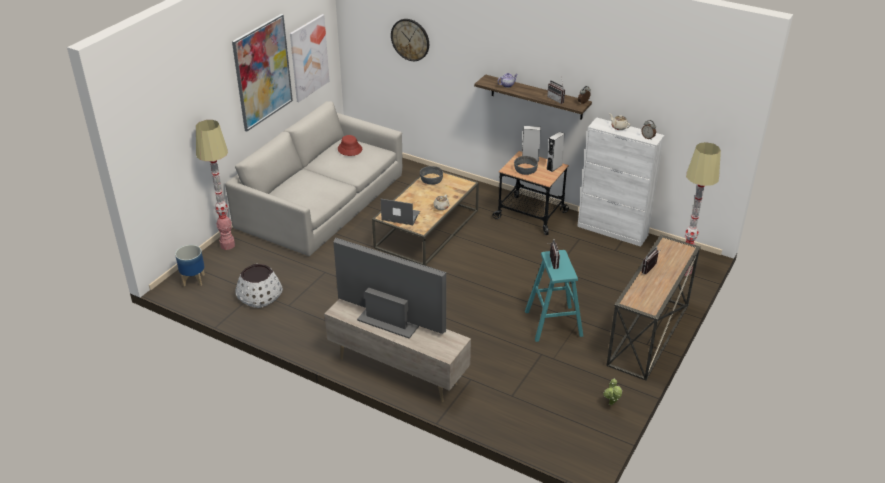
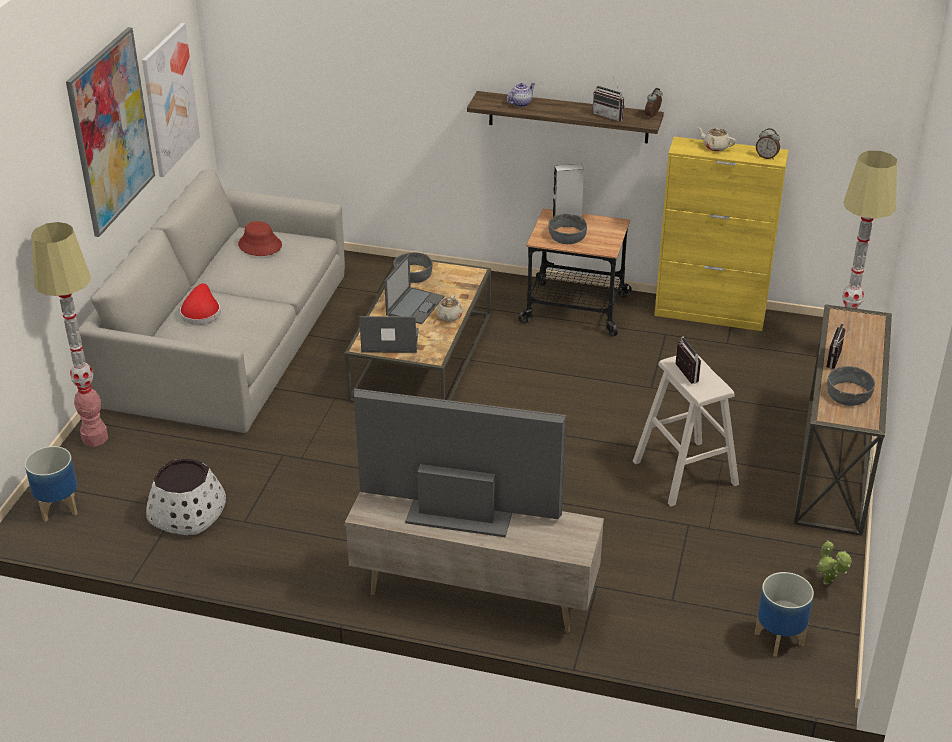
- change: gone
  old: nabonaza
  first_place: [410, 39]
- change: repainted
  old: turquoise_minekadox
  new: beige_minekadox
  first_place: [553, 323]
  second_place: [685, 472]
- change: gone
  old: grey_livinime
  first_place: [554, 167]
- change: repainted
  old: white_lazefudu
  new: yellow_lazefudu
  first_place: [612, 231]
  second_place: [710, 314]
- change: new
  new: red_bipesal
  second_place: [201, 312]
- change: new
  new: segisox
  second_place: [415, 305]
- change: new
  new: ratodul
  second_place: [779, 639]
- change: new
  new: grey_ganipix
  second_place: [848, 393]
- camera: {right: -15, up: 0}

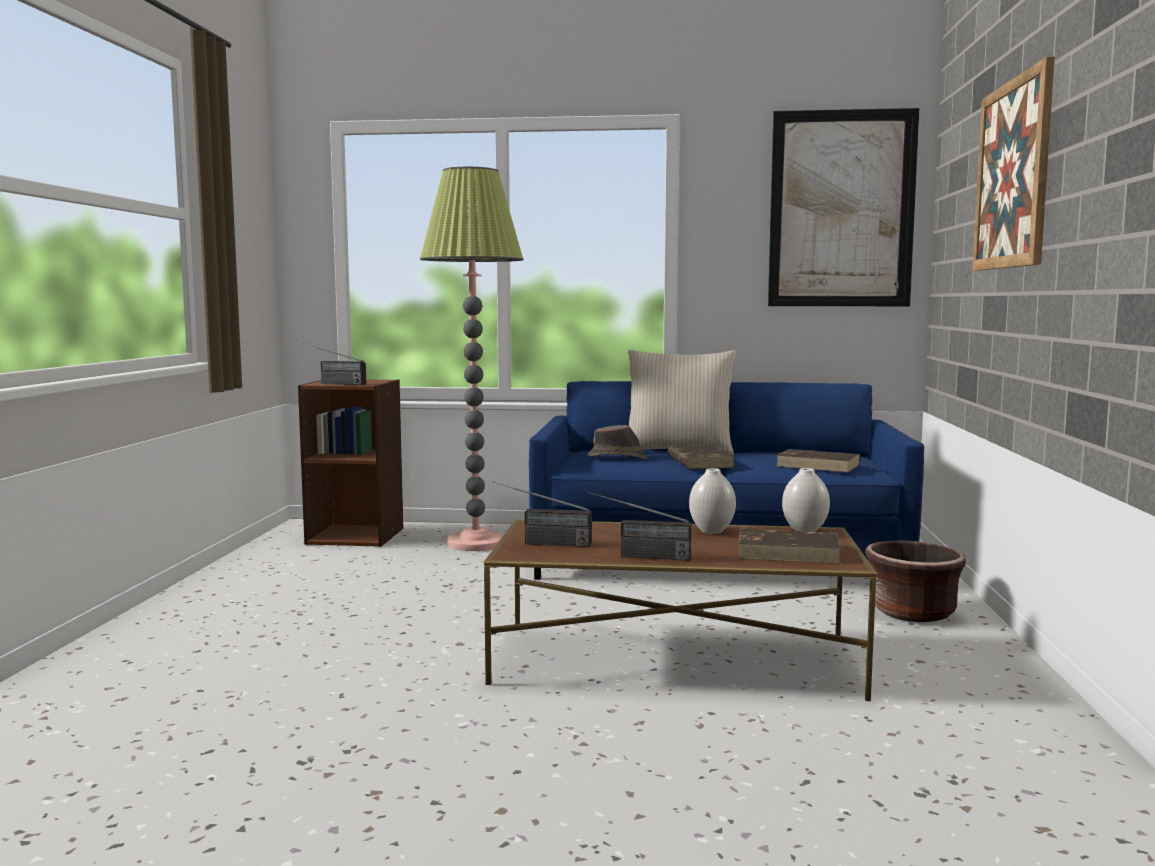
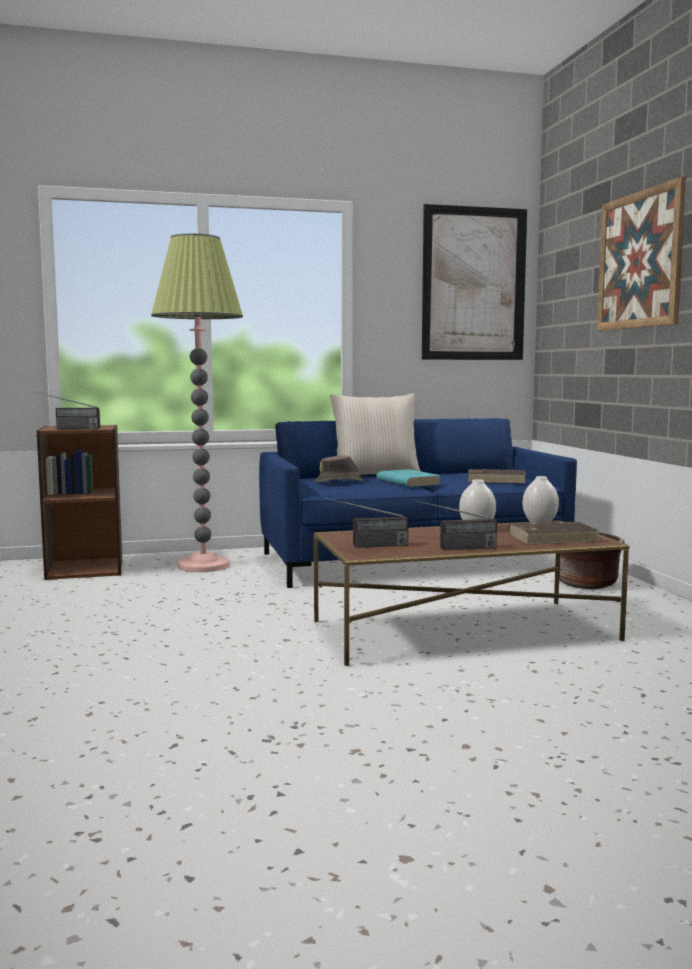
- change: repainted
  old: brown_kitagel
  new: turquoise_kitagel
  first_place: [699, 462]
  second_place: [407, 482]
- camera: {right: -20, up: 0}

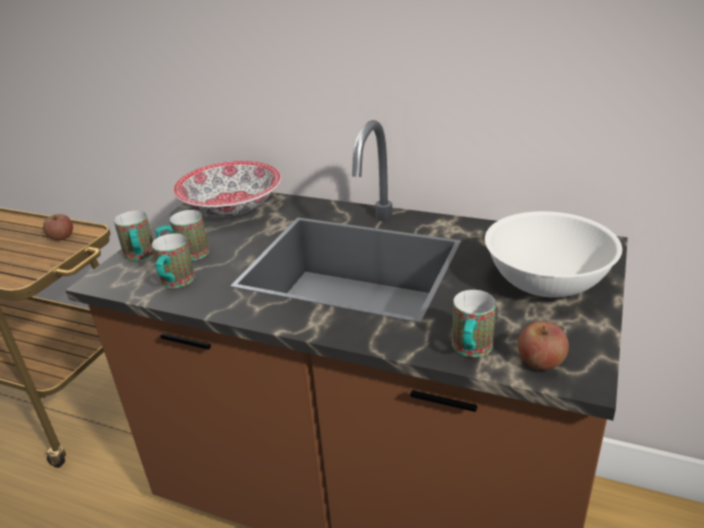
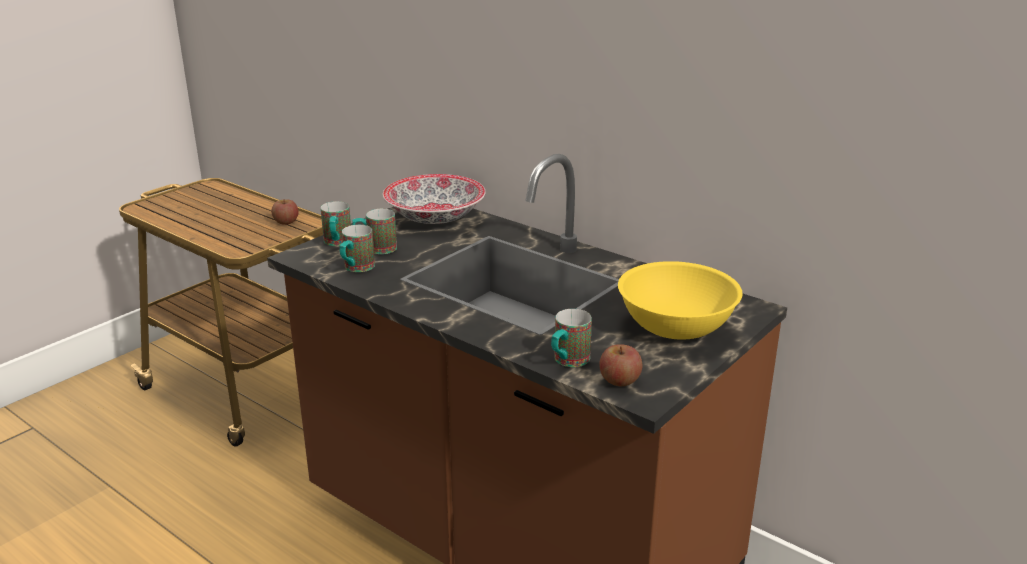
- change: repainted
  old: white_ganipix
  new: yellow_ganipix
  first_place: [546, 281]
  second_place: [676, 326]
- camera: {right: 15, up: -5}

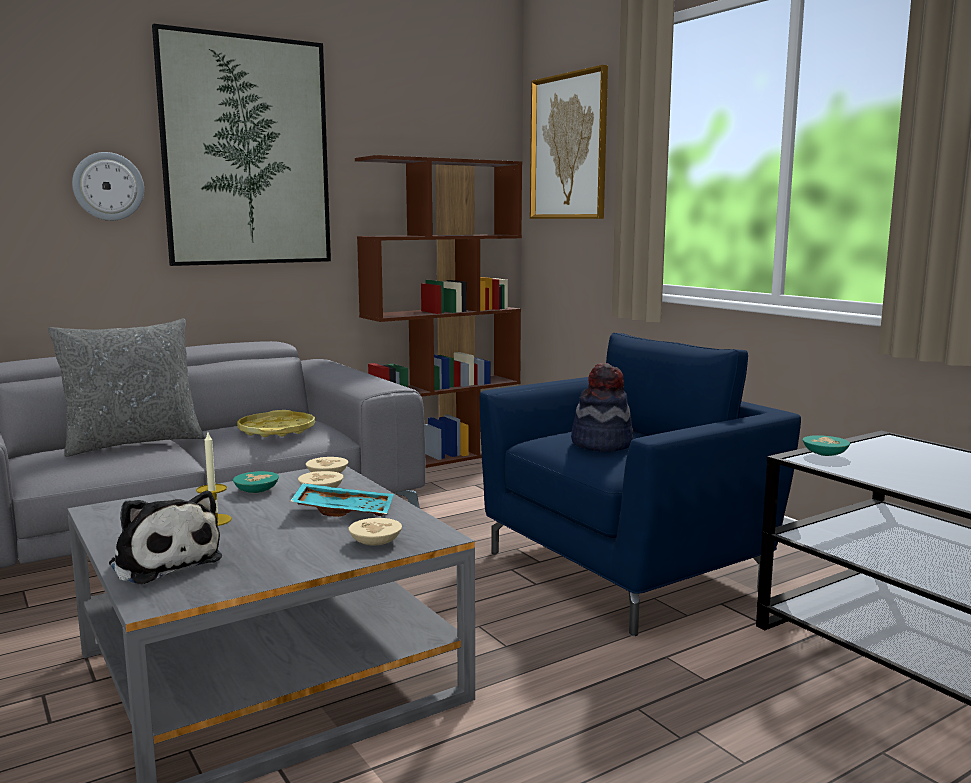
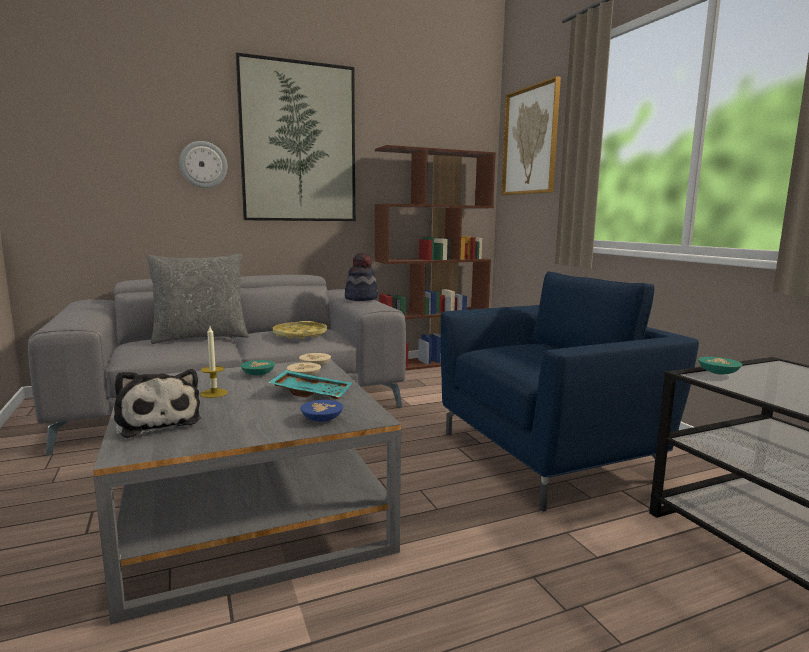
- change: repainted
  old: beige_ganipix
  new: blue_ganipix
  first_place: [375, 543]
  second_place: [321, 420]
- change: shifted
  old: bipesal
  first_place: [601, 444]
  second_place: [361, 298]
- camera: {right: 10, up: 0}

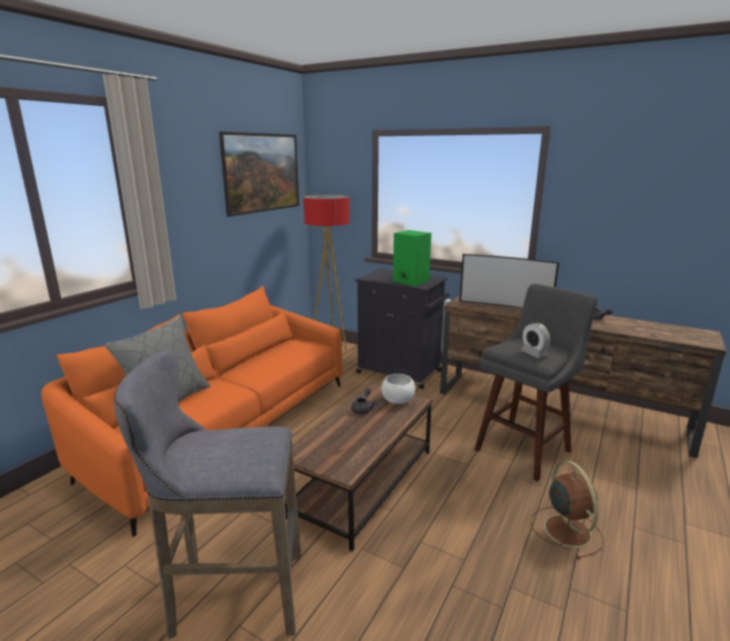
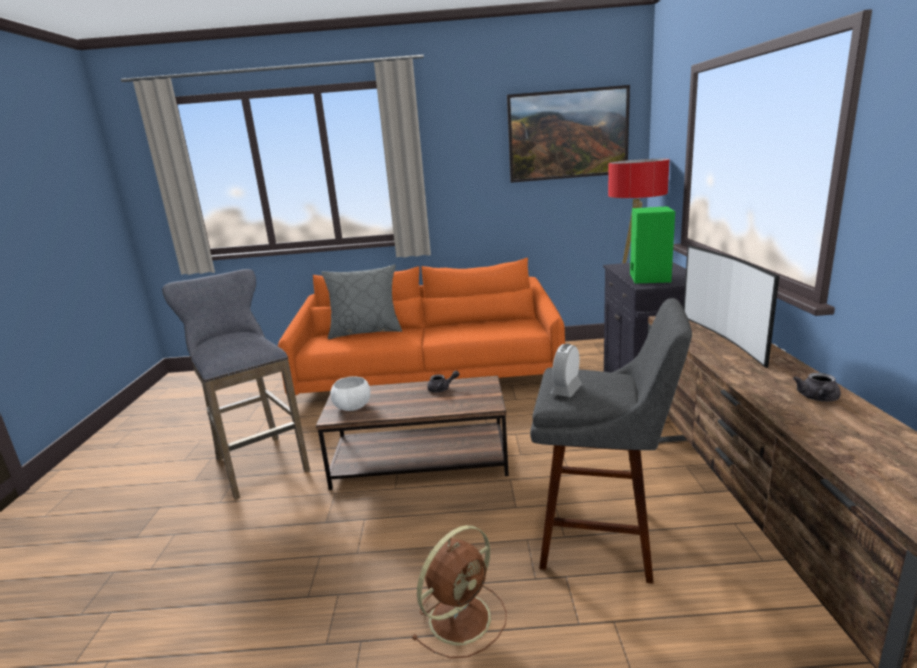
- change: shifted
  old: white_ganipix
  first_place: [397, 400]
  second_place: [352, 407]
- camera: {right: 60, up: 0}

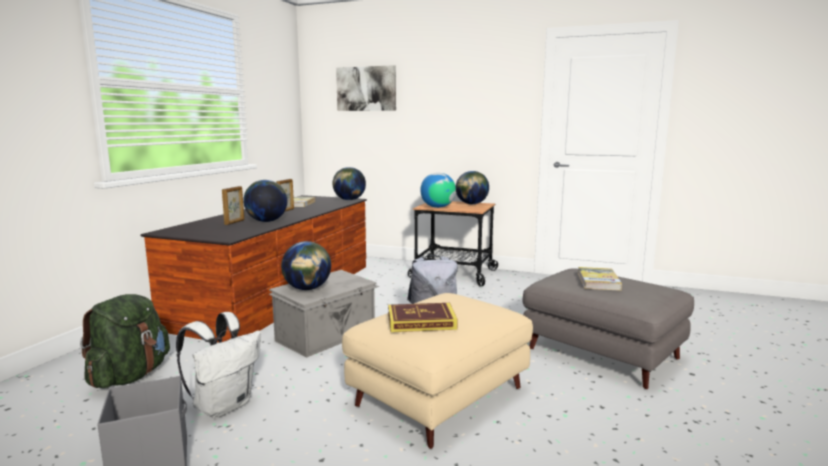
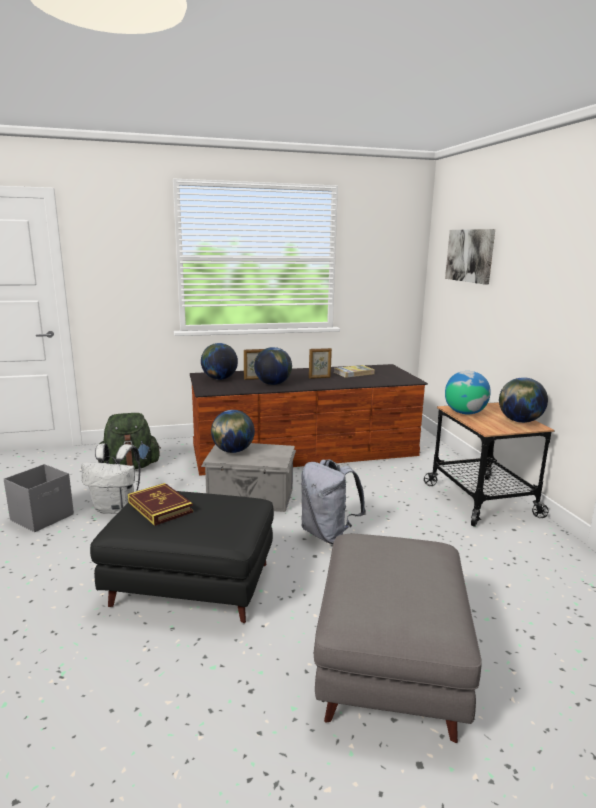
- change: shifted
  old: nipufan
  first_place: [349, 200]
  second_place: [219, 379]
- change: repainted
  old: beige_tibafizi
  new: black_tibafizi
  first_place: [439, 396]
  second_place: [192, 584]
- change: gone
  old: kitagel
  first_place: [598, 281]
- camera: {right: 55, up: 5}

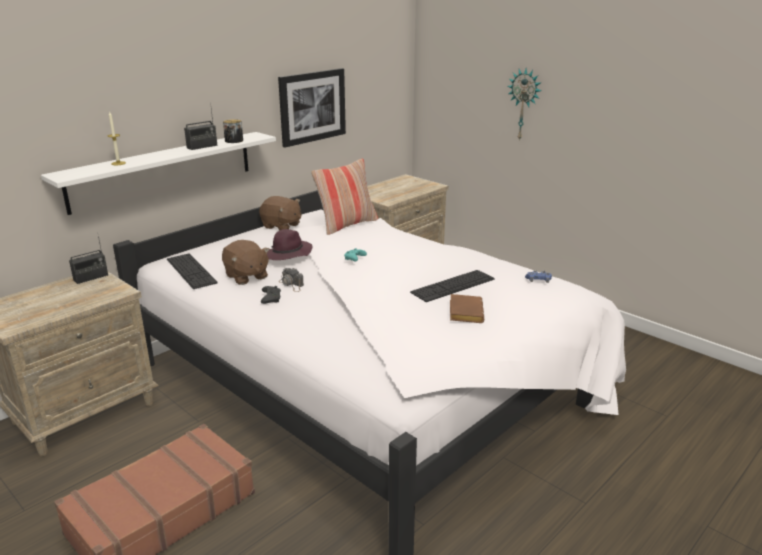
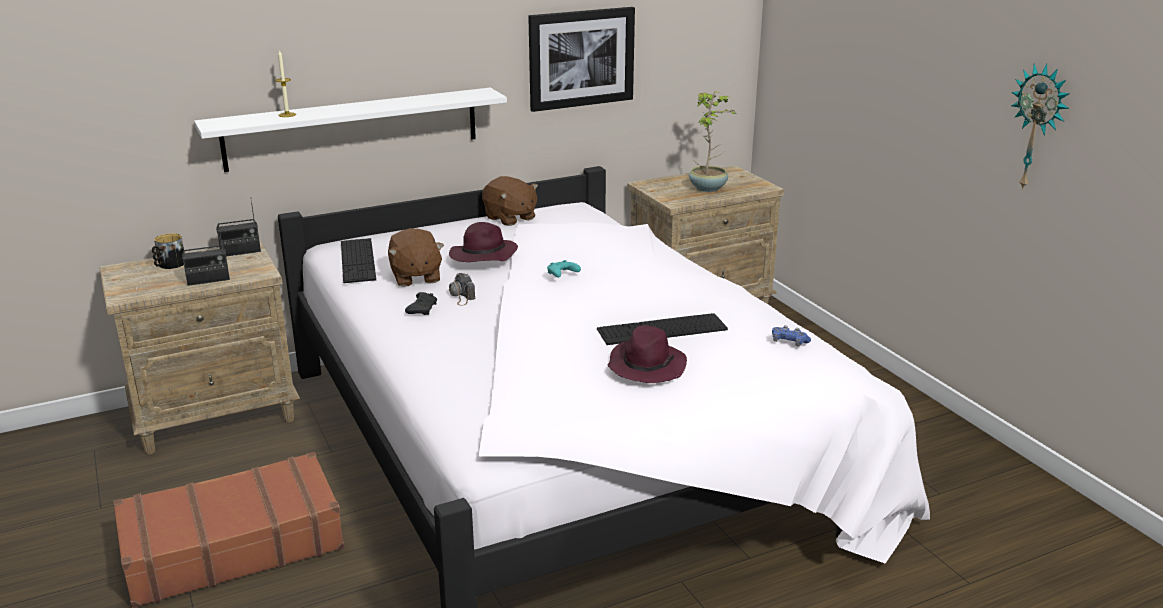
- change: shifted
  old: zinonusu
  first_place: [202, 146]
  second_place: [208, 280]
- change: shifted
  old: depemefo
  first_place: [233, 141]
  second_place: [169, 265]
- change: gone
  old: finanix
  first_place: [346, 225]
- change: swapped
  old: brown_kitagel
  new: purple_bipesal
  first_place: [464, 312]
  second_place: [646, 366]
- change: shifted
  old: nabonaza
  first_place: [524, 104]
  second_place: [1038, 127]
- change: new
  new: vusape
  second_place: [708, 188]
- camera: {right: 20, up: 0}

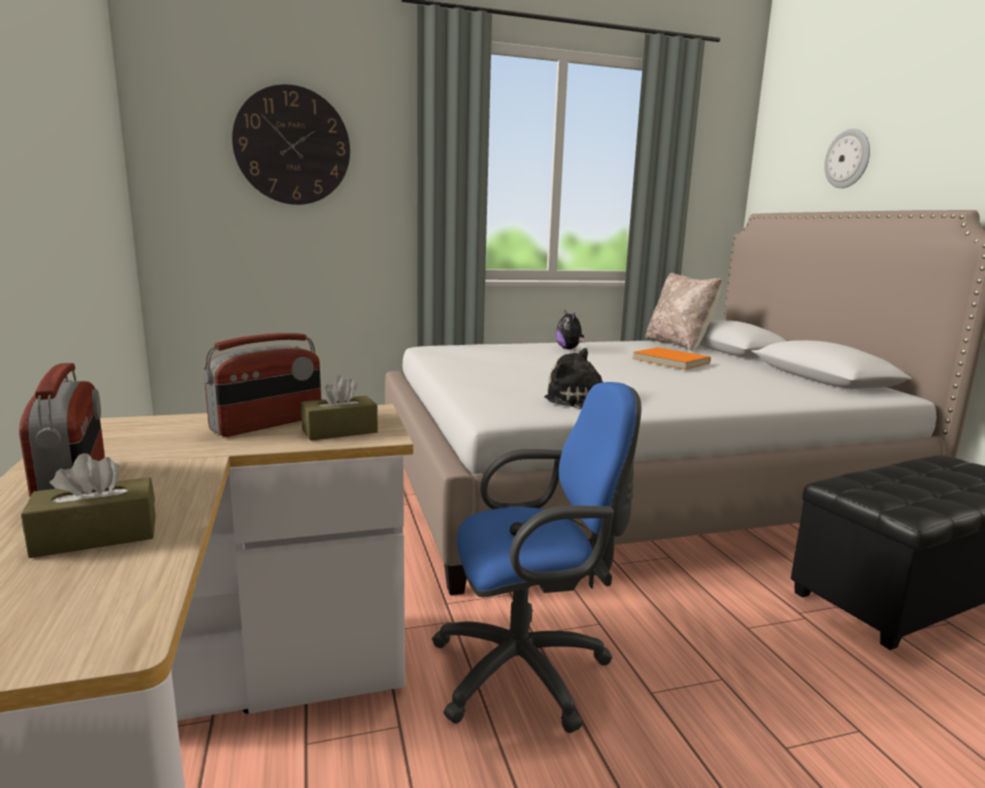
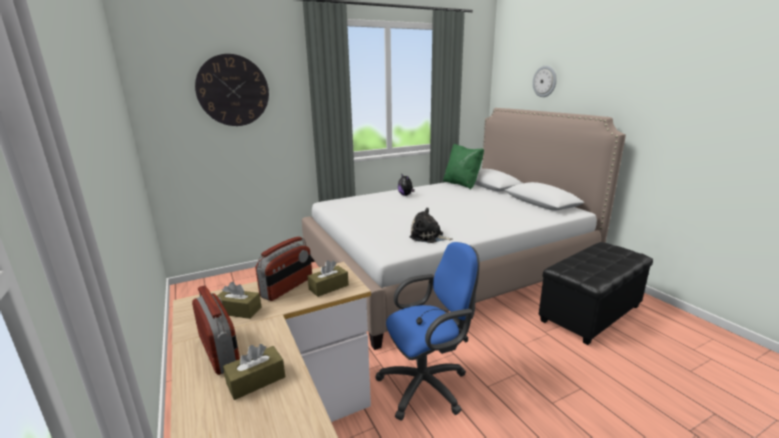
- change: gone
  old: orange_kitagel
  first_place: [670, 361]
- change: repainted
  old: beige_finanix
  new: green_finanix
  first_place: [679, 344]
  second_place: [462, 184]
- change: new
  new: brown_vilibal
  second_place: [238, 310]
- camera: {right: -10, up: 5}

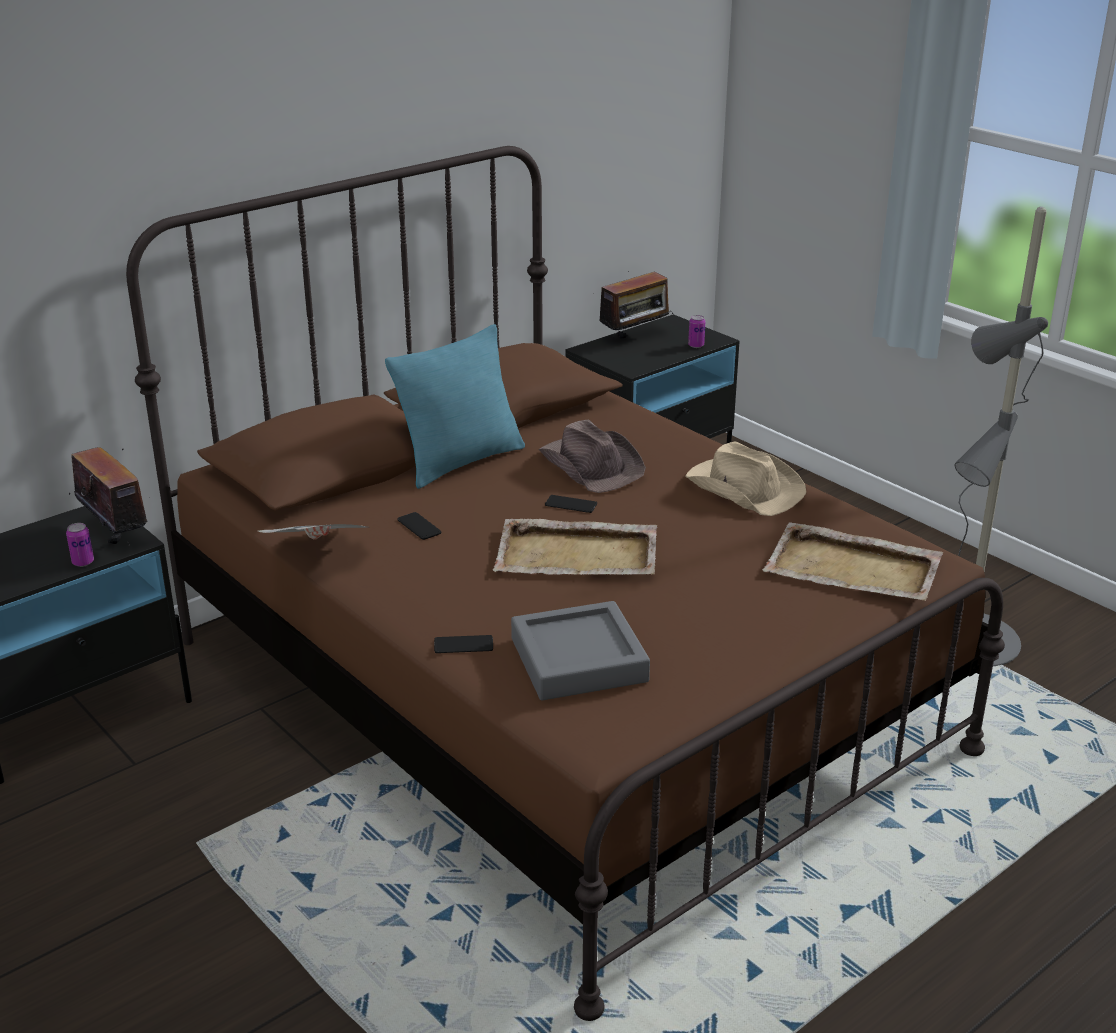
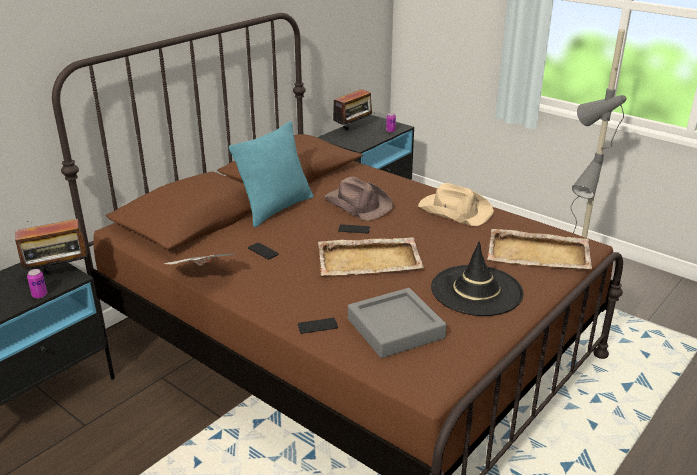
- change: rotated
  old: zinonusu
  first_place: [116, 534]
  second_place: [59, 274]
  degrees: 120
- change: new
  new: black_bipesal
  second_place: [476, 291]
- camera: {right: -10, up: 0}

